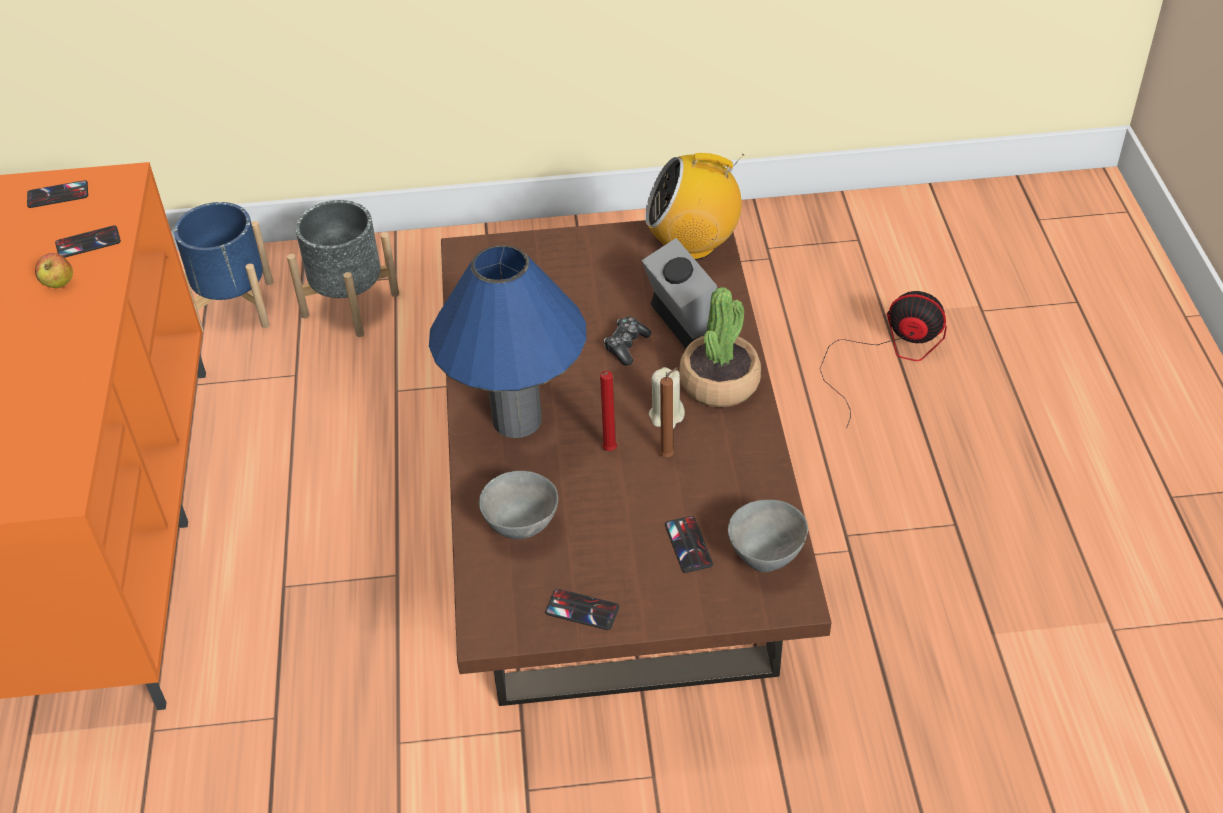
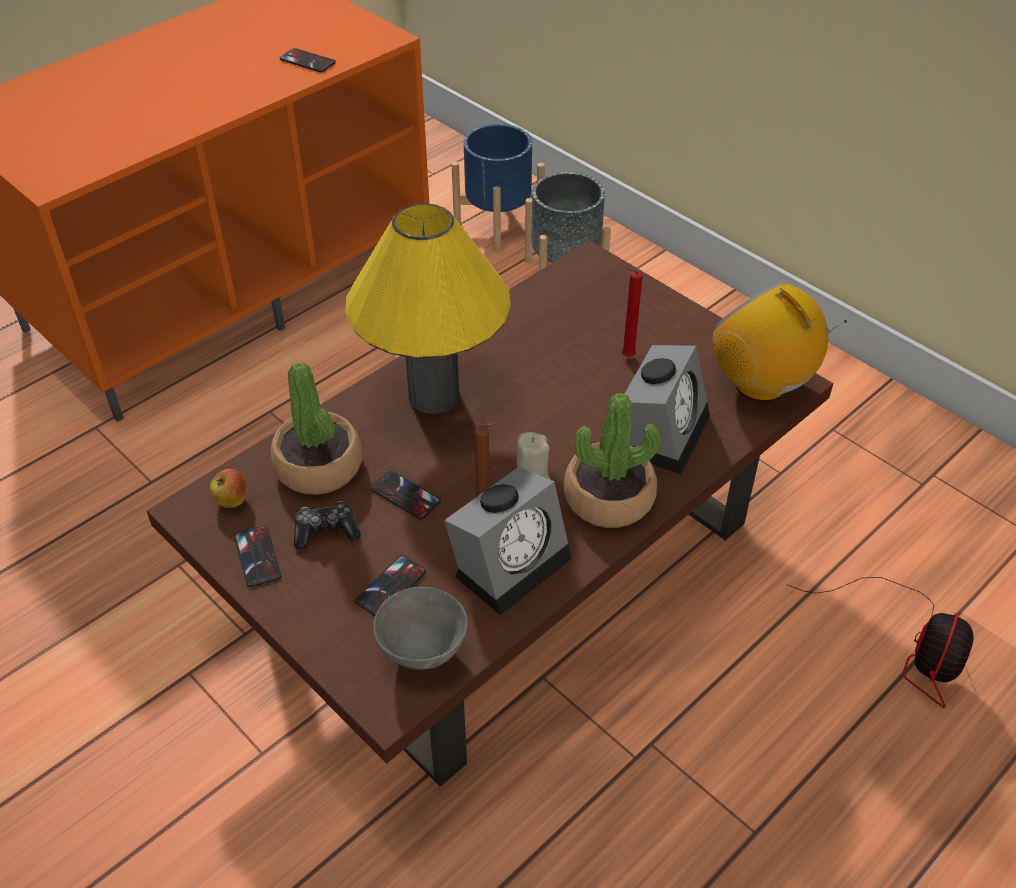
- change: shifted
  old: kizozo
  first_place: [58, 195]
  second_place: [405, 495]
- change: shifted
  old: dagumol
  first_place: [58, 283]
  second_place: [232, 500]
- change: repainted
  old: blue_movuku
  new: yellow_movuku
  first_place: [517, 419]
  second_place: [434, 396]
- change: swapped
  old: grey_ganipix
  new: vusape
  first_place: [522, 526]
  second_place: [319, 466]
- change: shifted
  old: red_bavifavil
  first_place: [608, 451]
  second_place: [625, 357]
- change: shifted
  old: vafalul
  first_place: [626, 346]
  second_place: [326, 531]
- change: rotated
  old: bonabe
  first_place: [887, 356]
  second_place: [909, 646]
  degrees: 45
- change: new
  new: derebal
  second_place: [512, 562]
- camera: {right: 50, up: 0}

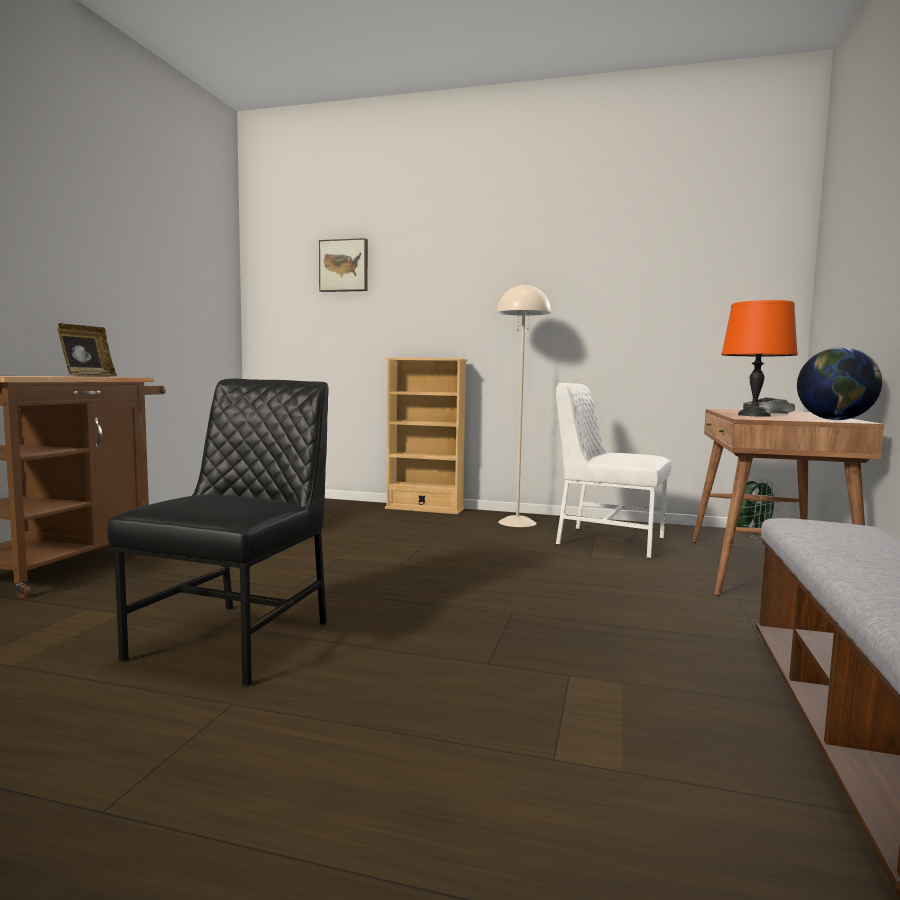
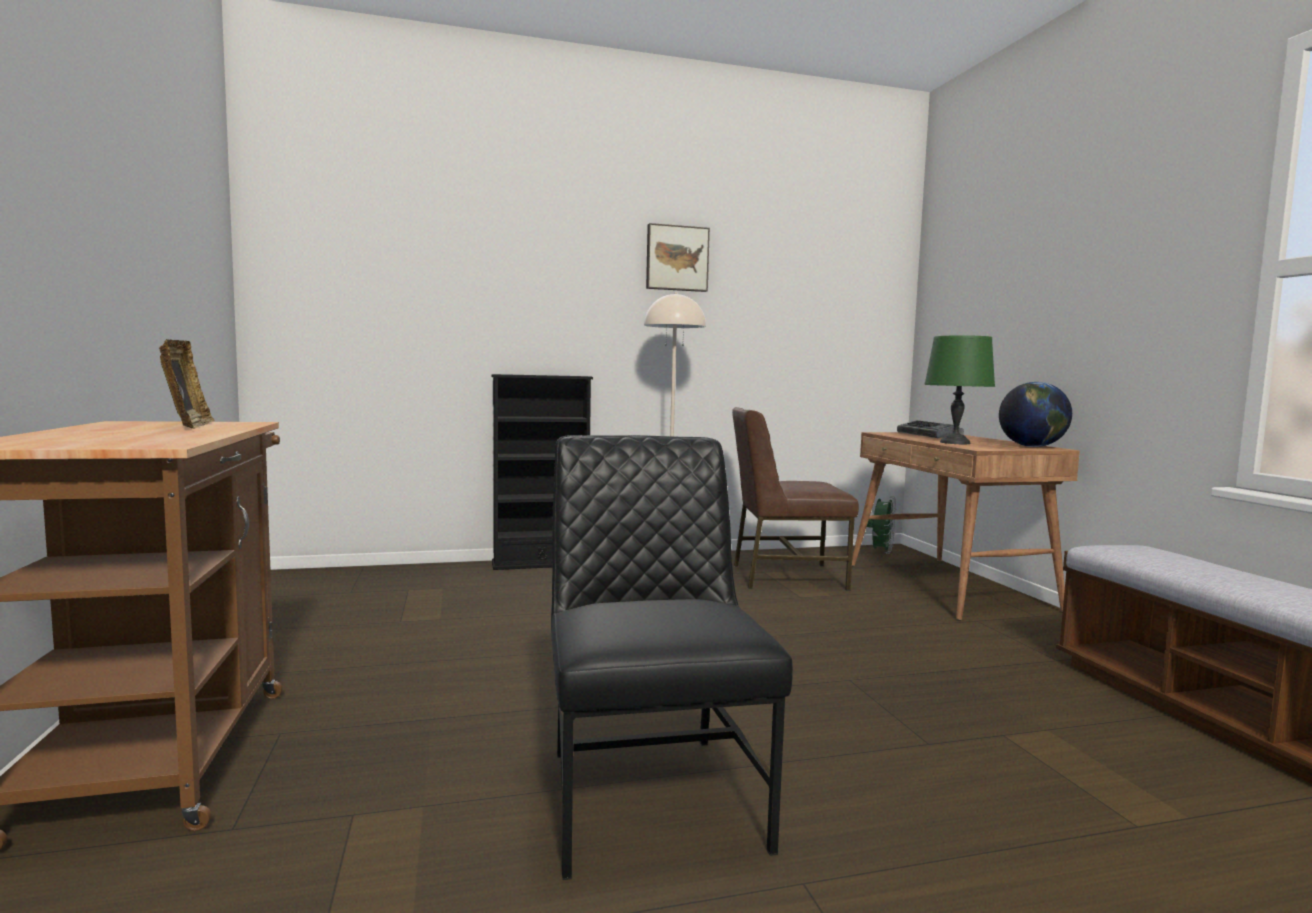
- change: shifted
  old: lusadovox
  first_place: [344, 266]
  second_place: [676, 258]
- change: repainted
  old: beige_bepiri
  new: black_bepiri
  first_place: [424, 509]
  second_place: [540, 563]
- change: repainted
  old: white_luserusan
  new: brown_luserusan
  first_place: [608, 541]
  second_place: [785, 576]
- change: repainted
  old: orange_movuku
  new: green_movuku
  first_place: [755, 415]
  second_place: [955, 443]
- camera: {right: -30, up: 0}

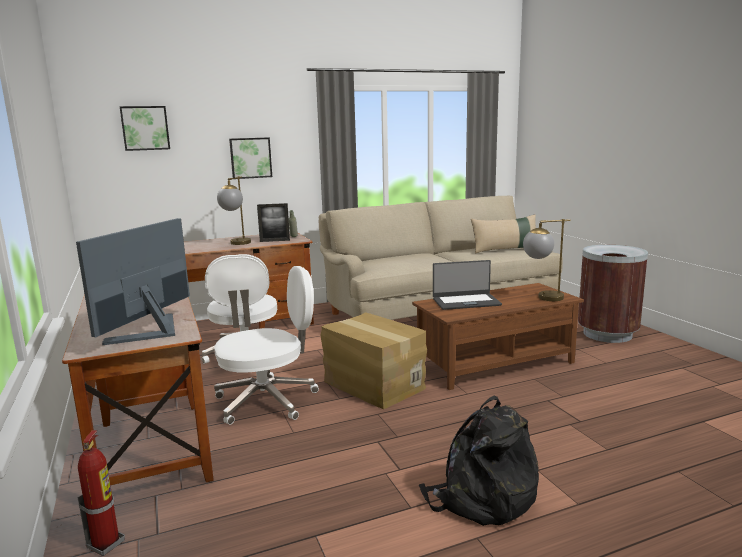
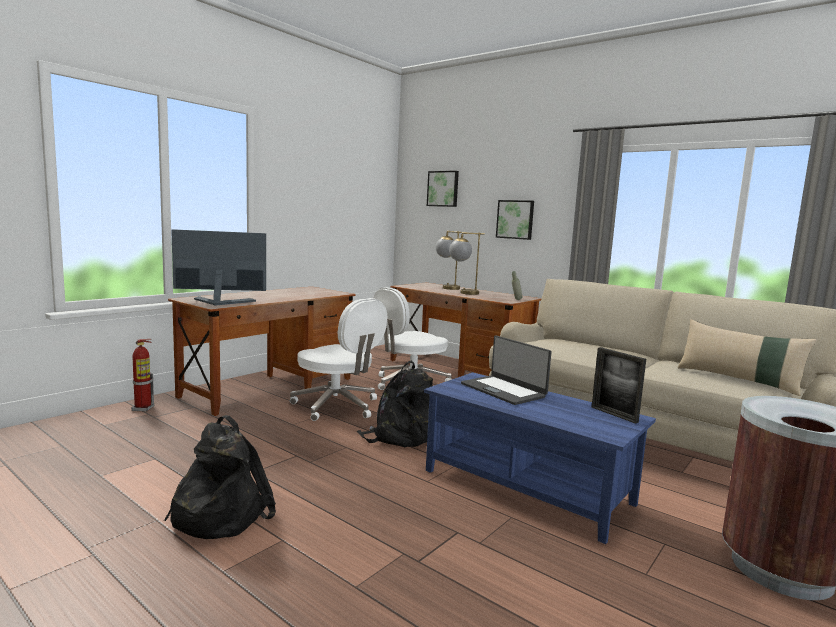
- change: shifted
  old: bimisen
  first_place: [275, 241]
  second_place: [614, 414]
- change: swapped
  old: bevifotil
  new: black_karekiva
  first_place: [373, 385]
  second_place: [401, 435]
- change: repainted
  old: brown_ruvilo
  new: blue_ruvilo
  first_place: [495, 363]
  second_place: [527, 487]
- change: shifted
  old: movuku
  first_place: [542, 298]
  second_place: [446, 287]
- camera: {right: 60, up: -5}

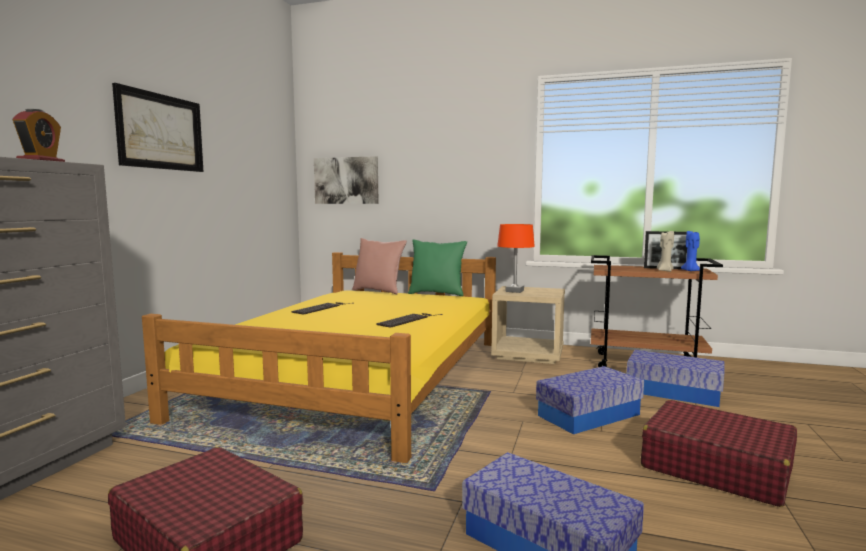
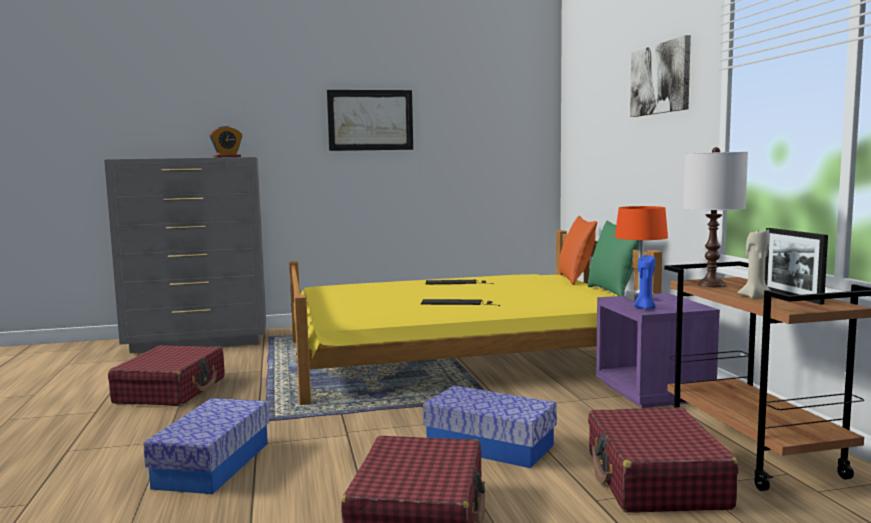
- change: shifted
  old: lusadovox
  first_place: [346, 180]
  second_place: [660, 79]
- change: repainted
  old: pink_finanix
  new: orange_finanix
  first_place: [378, 291]
  second_place: [576, 279]
- change: repainted
  old: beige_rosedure
  new: purple_rosedure
  first_place: [528, 354]
  second_place: [653, 392]
- change: swapped
  old: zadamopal
  new: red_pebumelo
  first_place: [674, 392]
  second_place: [655, 480]
- change: shifted
  old: blue_bavifavil
  first_place: [690, 271]
  second_place: [644, 308]
- change: new
  new: white_movuku
  second_place: [711, 285]
- camera: {right: 60, up: 0}

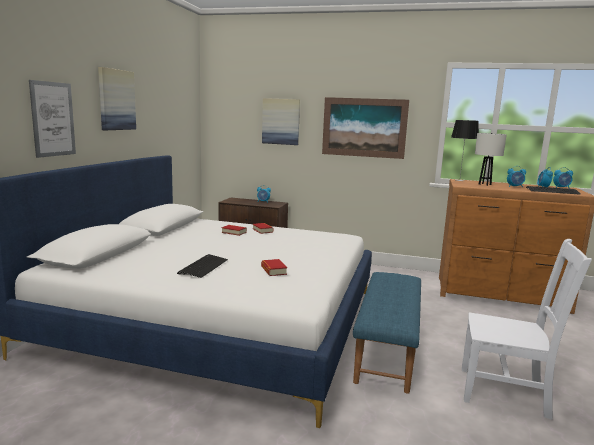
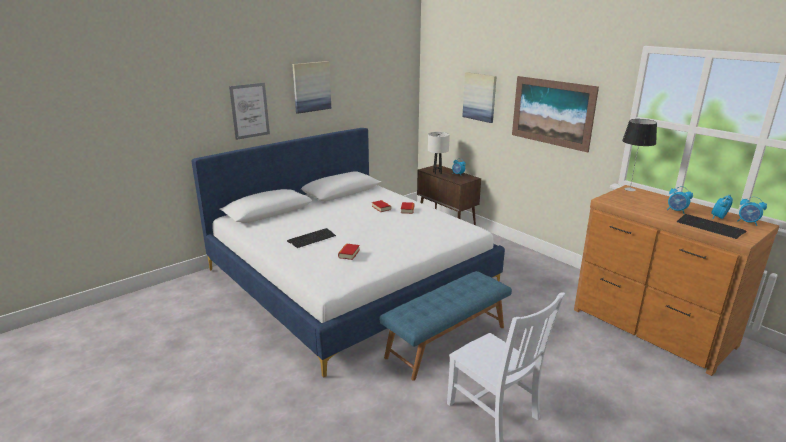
- change: shifted
  old: white_movuku
  first_place: [485, 184]
  second_place: [437, 173]
- camera: {right: 35, up: 10}

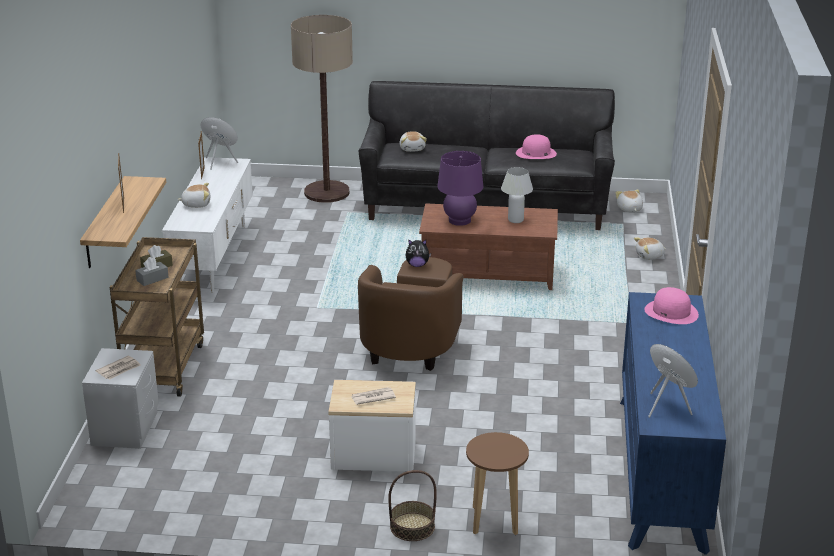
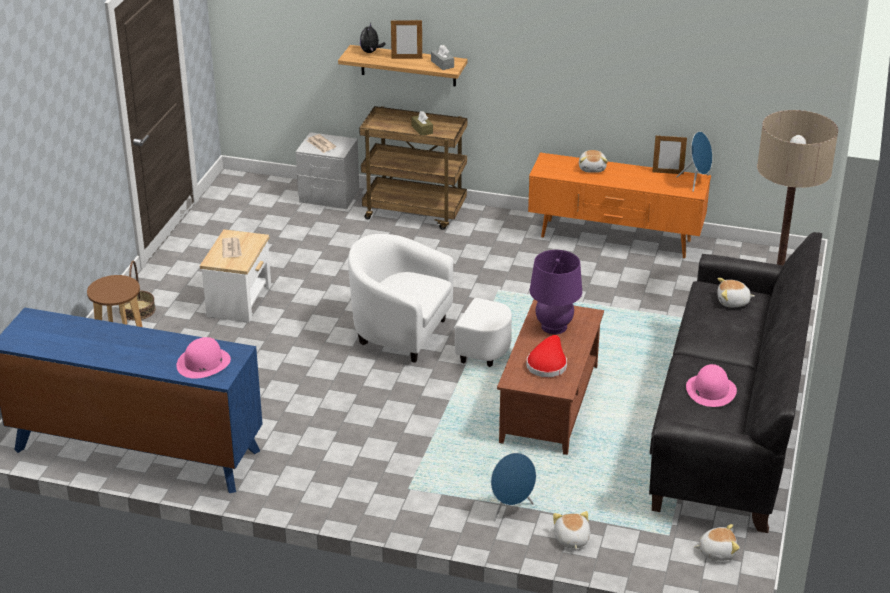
- change: shifted
  old: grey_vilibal
  first_place: [152, 279]
  second_place: [442, 64]
- change: repainted
  old: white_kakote
  new: orange_kakote
  first_place: [214, 258]
  second_place: [615, 239]
- change: repainted
  old: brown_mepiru
  new: white_mepiru
  first_place: [412, 339]
  second_place: [420, 338]
- change: shifted
  old: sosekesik
  first_place: [417, 265]
  second_place: [371, 52]
- change: swapped
  old: white_movuku
  new: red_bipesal
  first_place: [515, 220]
  second_place: [547, 364]
- change: shifted
  old: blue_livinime
  first_place: [667, 406]
  second_place: [511, 509]
- camera: {right: 100, up: 5}

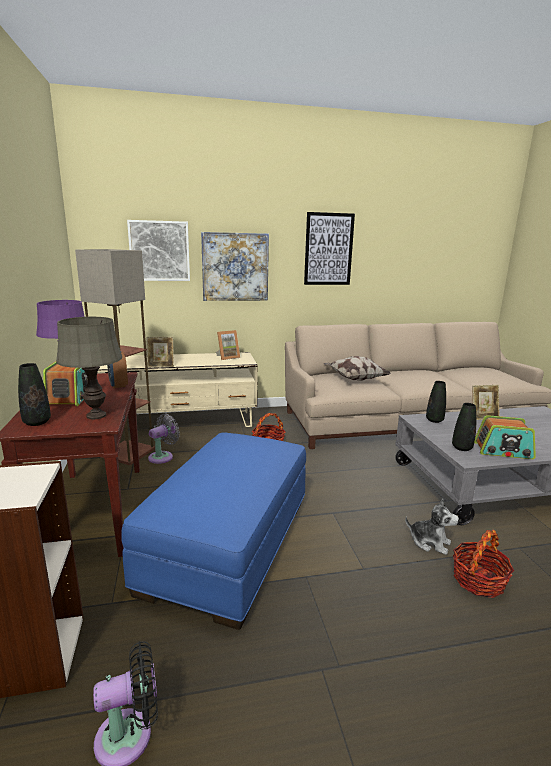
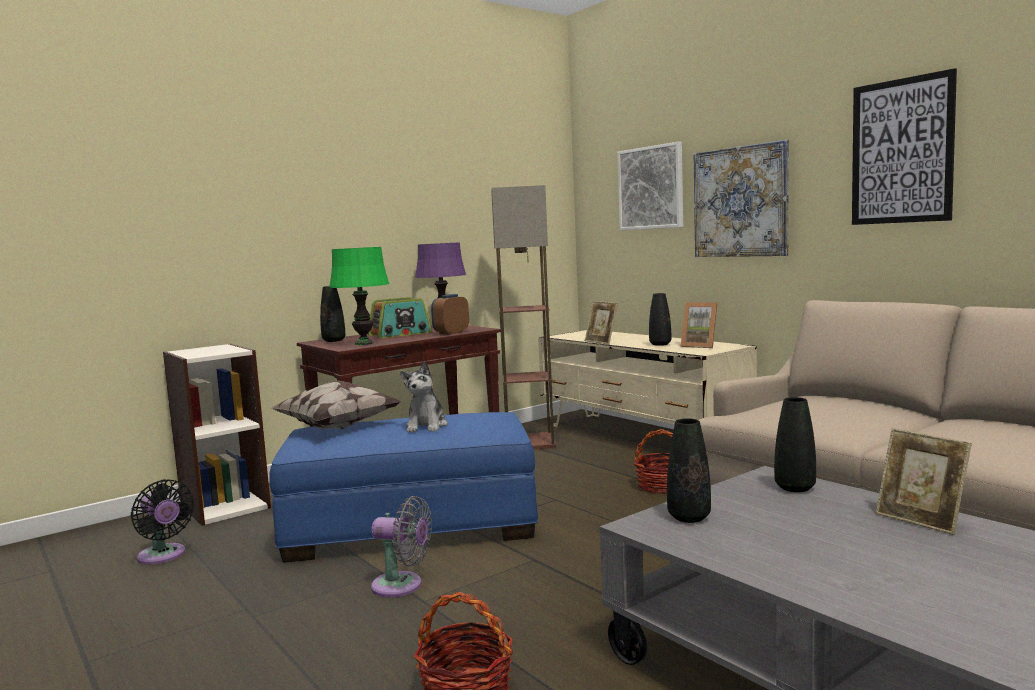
- change: repainted
  old: grey_movuku
  new: green_movuku
  first_place: [96, 416]
  second_place: [363, 343]
- change: shifted
  old: grey_bonabe
  first_place: [163, 456]
  second_place: [402, 586]
- change: shifted
  old: finanix
  first_place: [354, 379]
  second_place: [338, 427]
- change: shifted
  old: sosekesik
  first_place: [429, 542]
  second_place: [426, 426]
- change: gone
  old: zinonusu
  first_place: [503, 451]
- change: new
  new: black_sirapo
  second_place: [660, 344]
- camera: {right: 65, up: -10}

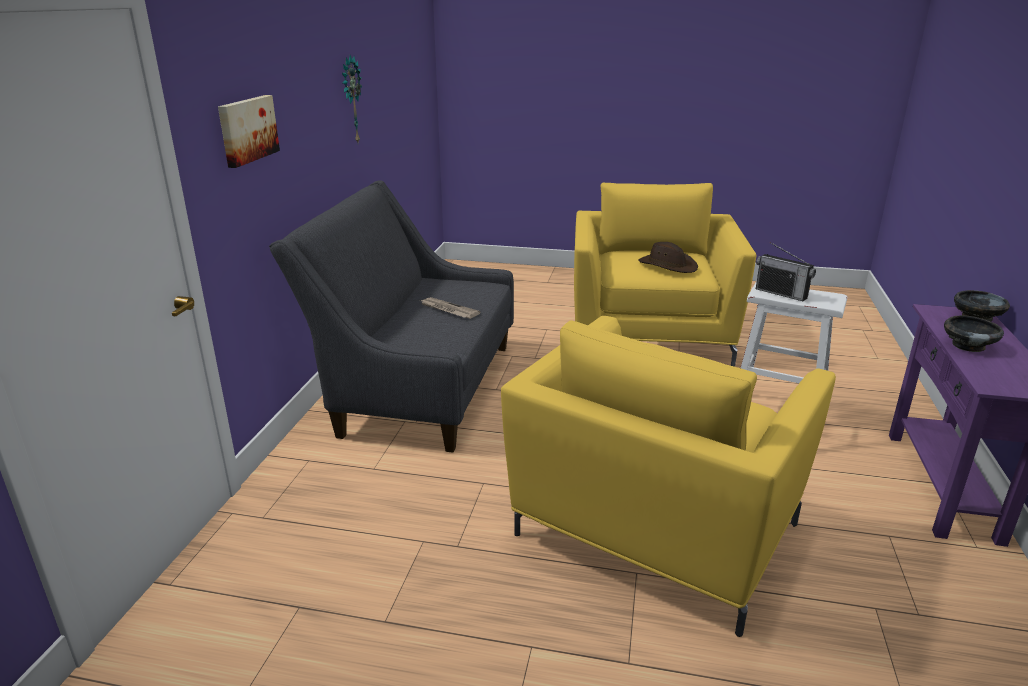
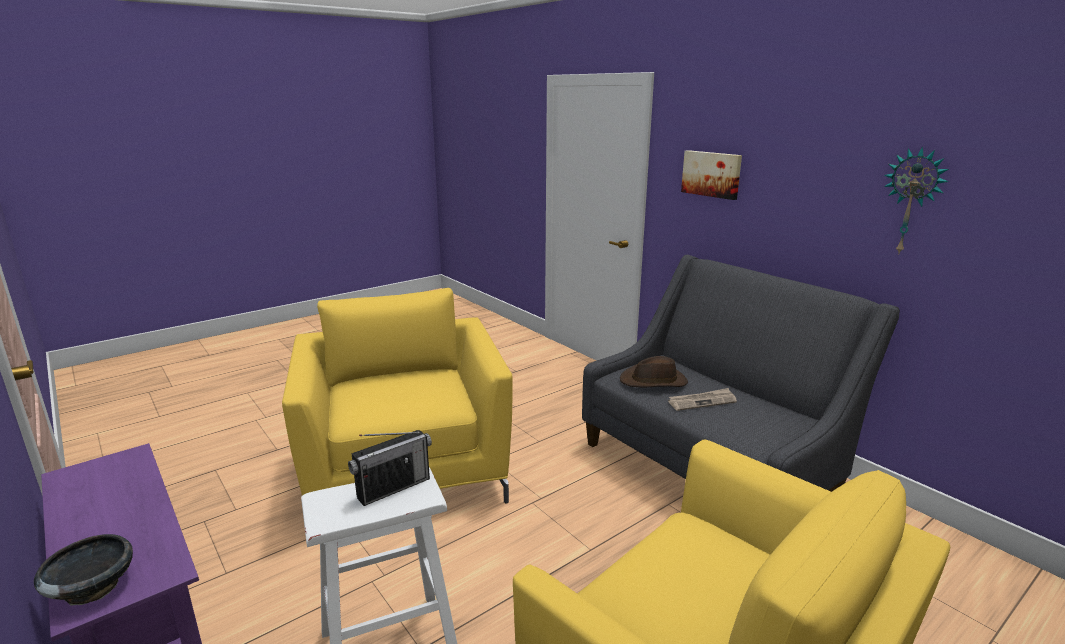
- change: shifted
  old: brown_bipesal
  first_place: [667, 265]
  second_place: [654, 381]
- change: rotated
  old: zinonusu
  first_place: [781, 293]
  second_place: [393, 488]
  degrees: 150
- change: gone
  old: black_ganipix
  first_place: [968, 345]
- camera: {right: 130, up: -5}

